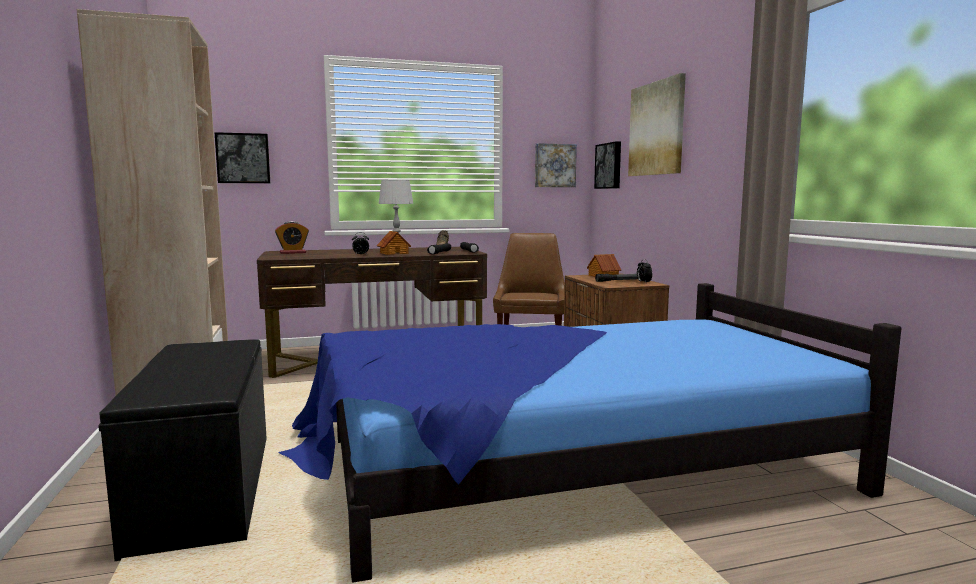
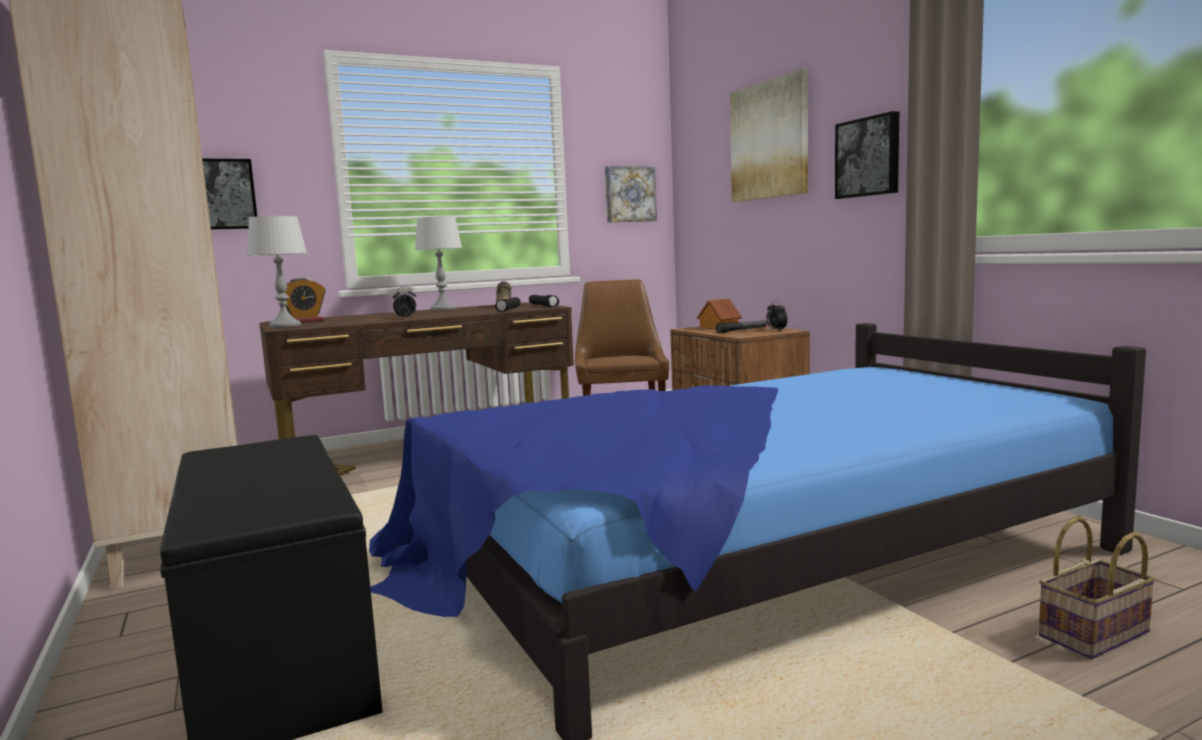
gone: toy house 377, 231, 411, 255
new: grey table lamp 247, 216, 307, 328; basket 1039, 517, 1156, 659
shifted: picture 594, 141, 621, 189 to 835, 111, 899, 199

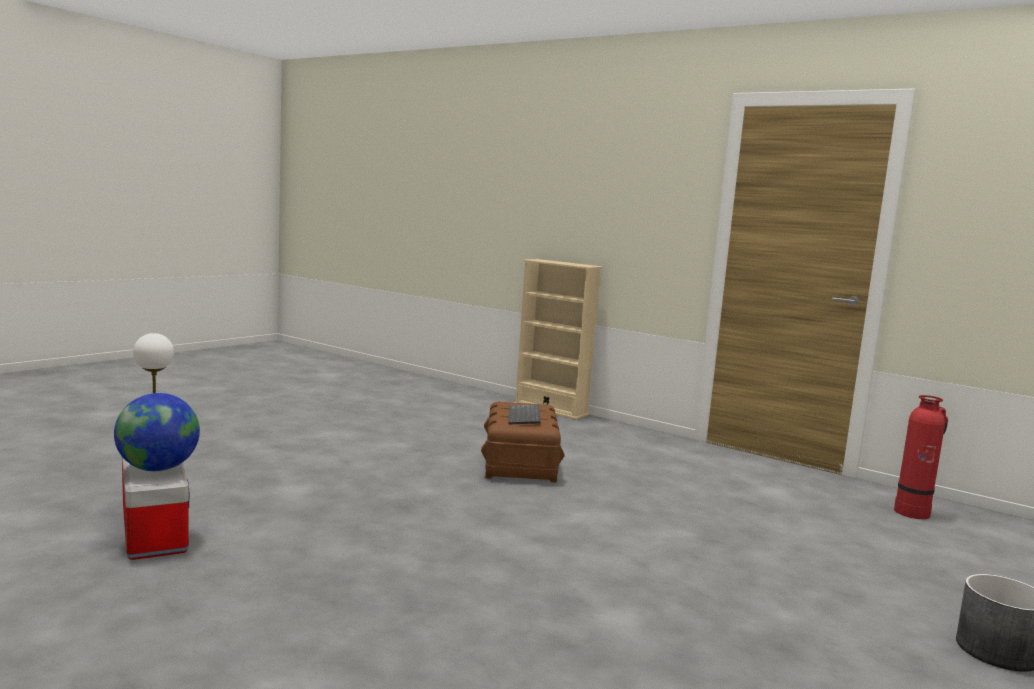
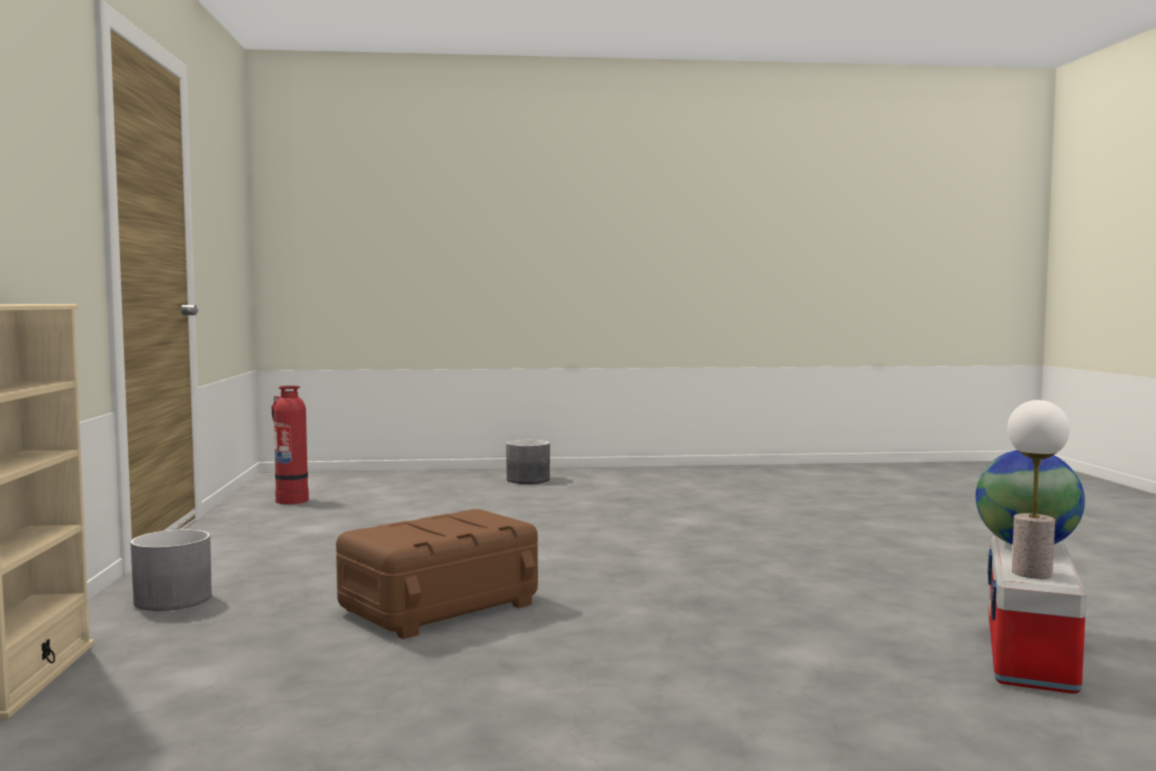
gone: keyboard 508, 404, 541, 425
new: grey planter 130, 529, 212, 611

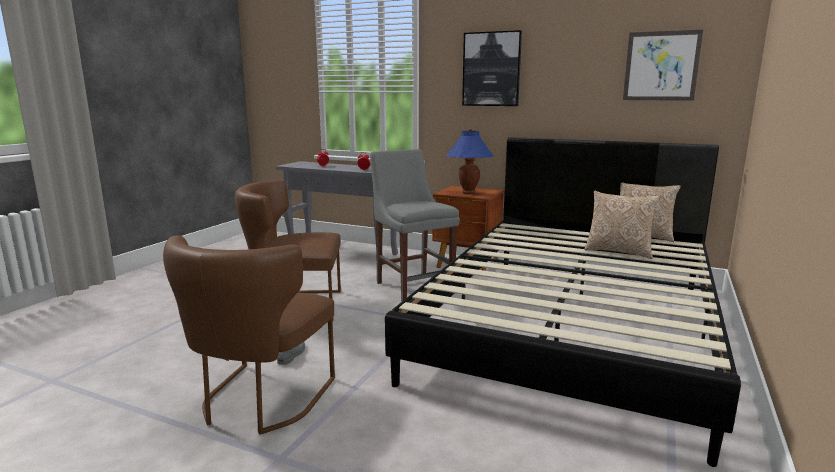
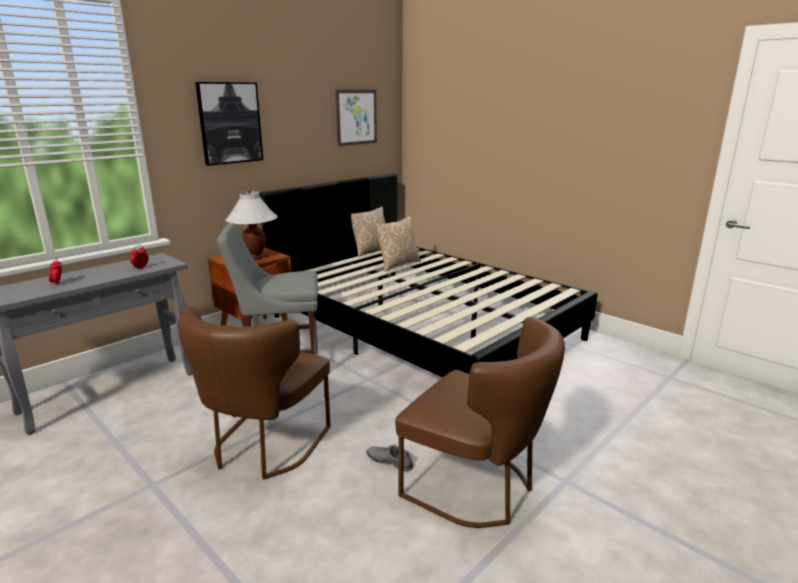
repainted: blue table lamp 446, 129, 494, 194 to white table lamp 225, 190, 278, 260

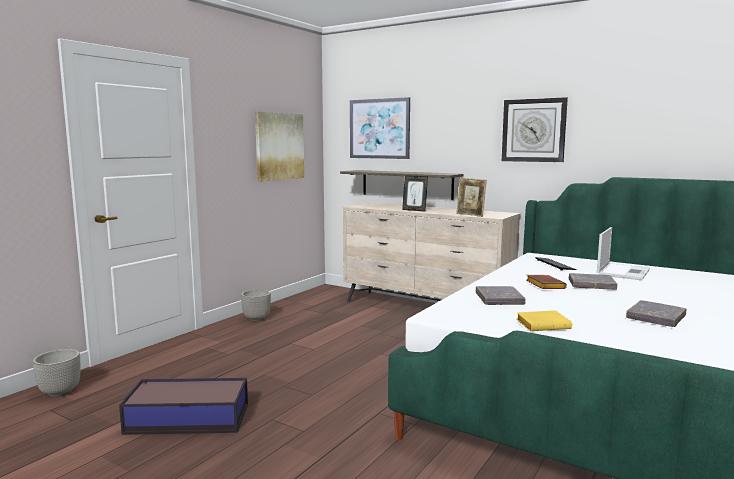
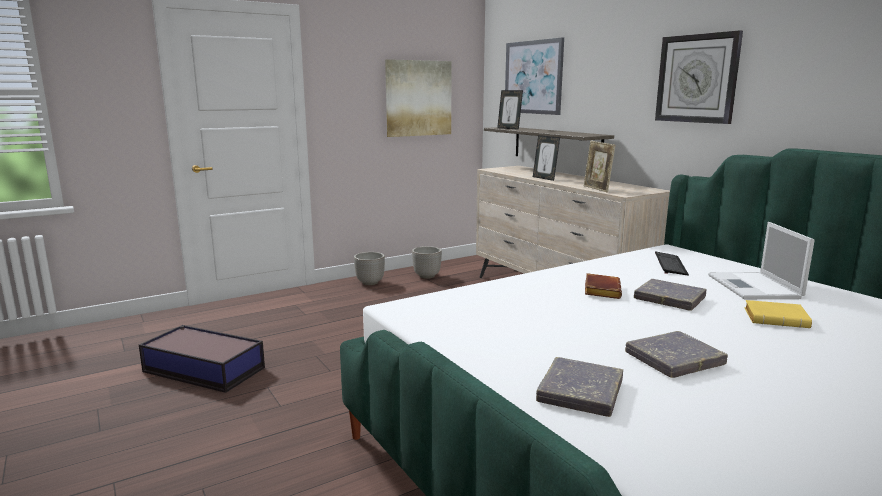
new: picture frame 497, 90, 523, 130
shifted: planter 33, 349, 80, 397 to 412, 246, 442, 279; grey book 476, 286, 525, 305 to 536, 357, 623, 417; yellow book 516, 310, 572, 331 to 744, 300, 812, 328
rotated: laptop 597, 227, 650, 280 = 708, 222, 815, 299 120 degrees clockwise

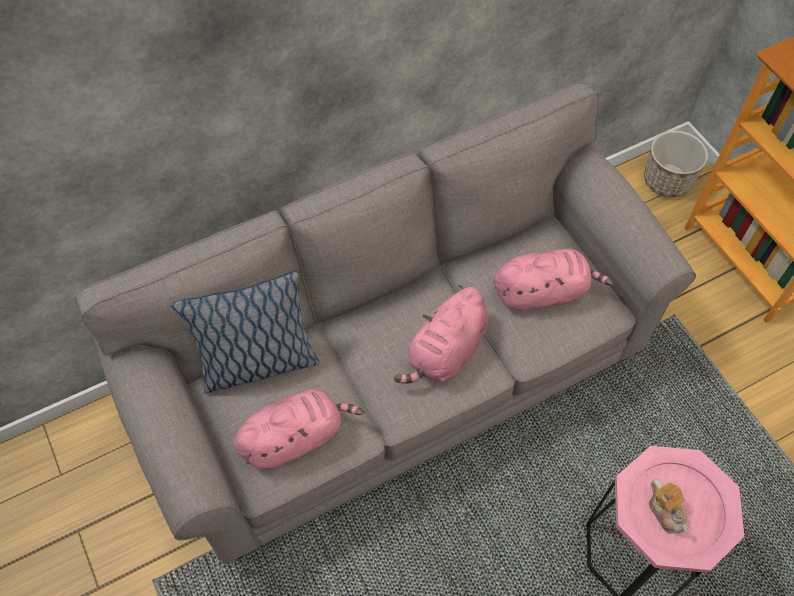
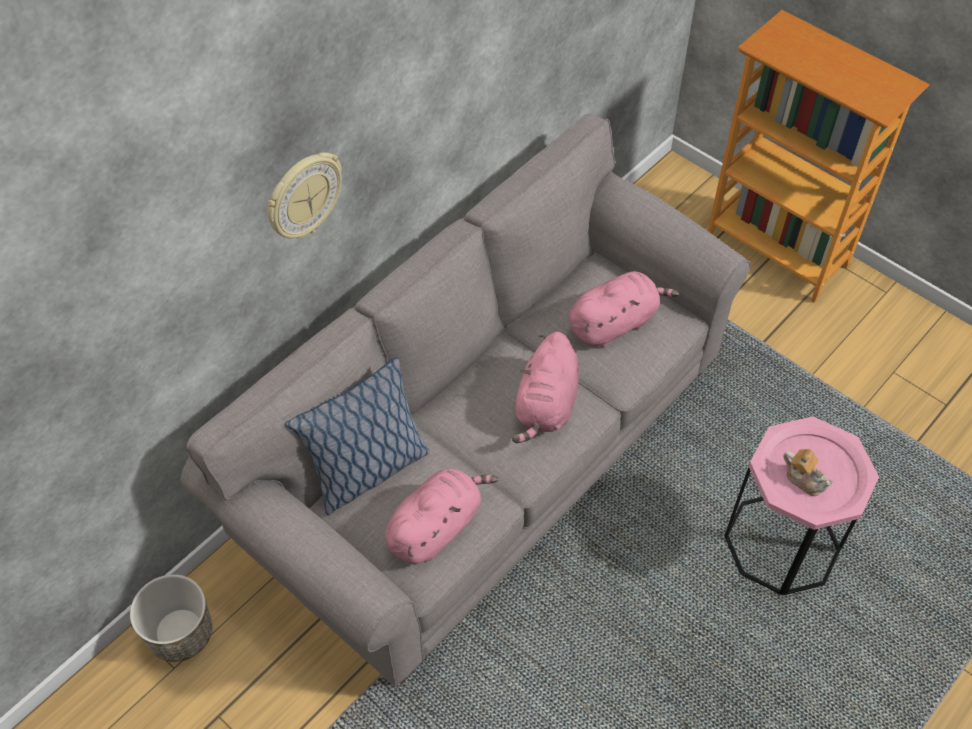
new: wall clock 267, 152, 342, 239
shifted: planter 644, 131, 708, 197 to 130, 574, 212, 662

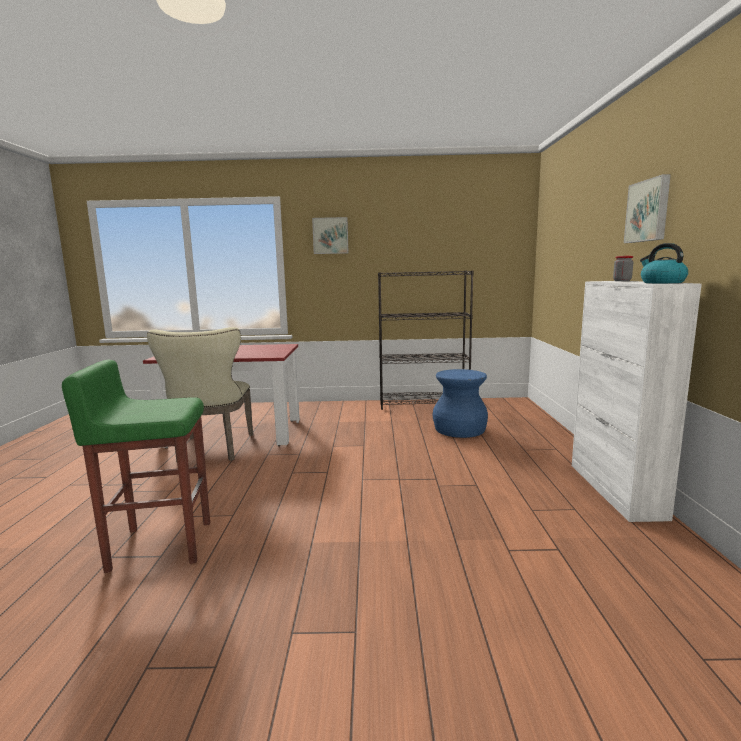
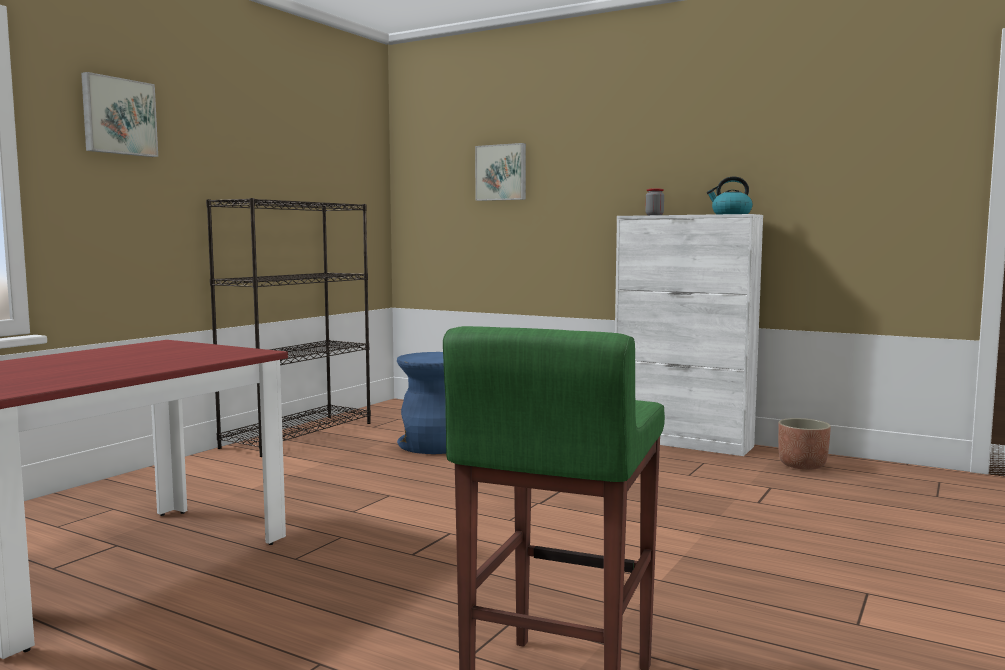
gone: beige chair 147, 327, 253, 463
new: planter 778, 418, 831, 470
shifted: picture 624, 174, 671, 243 to 475, 143, 526, 201

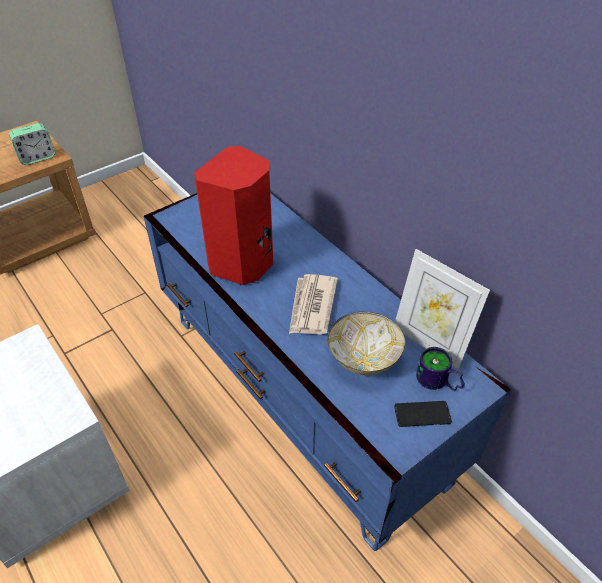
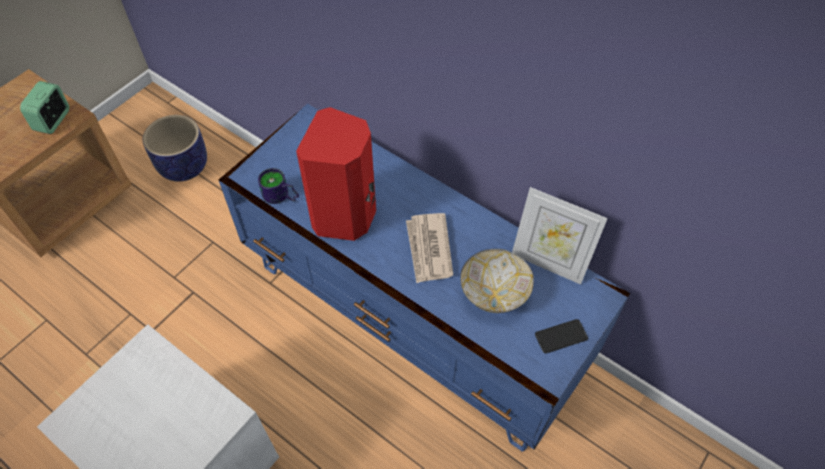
new: planter 143, 115, 207, 182
shifted: mug 416, 347, 465, 391 to 258, 168, 299, 204
rotated: alarm clock 9, 123, 55, 165 = 20, 81, 69, 134 150 degrees clockwise

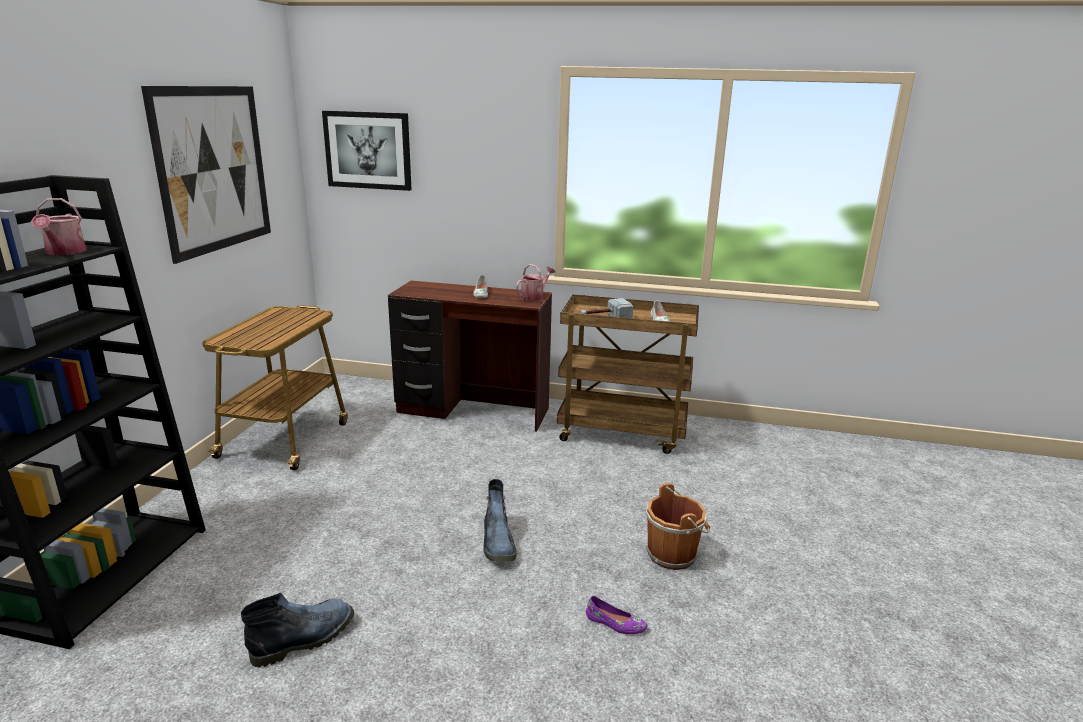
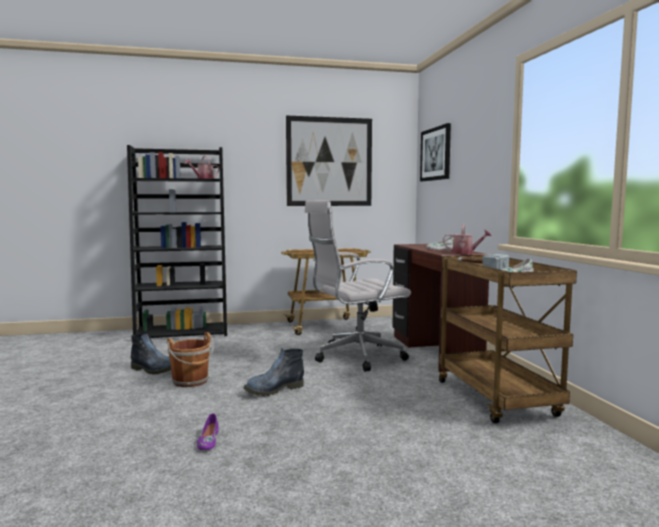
new: white office chair 305, 200, 411, 372
shifted: brown bucket 645, 483, 710, 570 to 167, 332, 214, 387

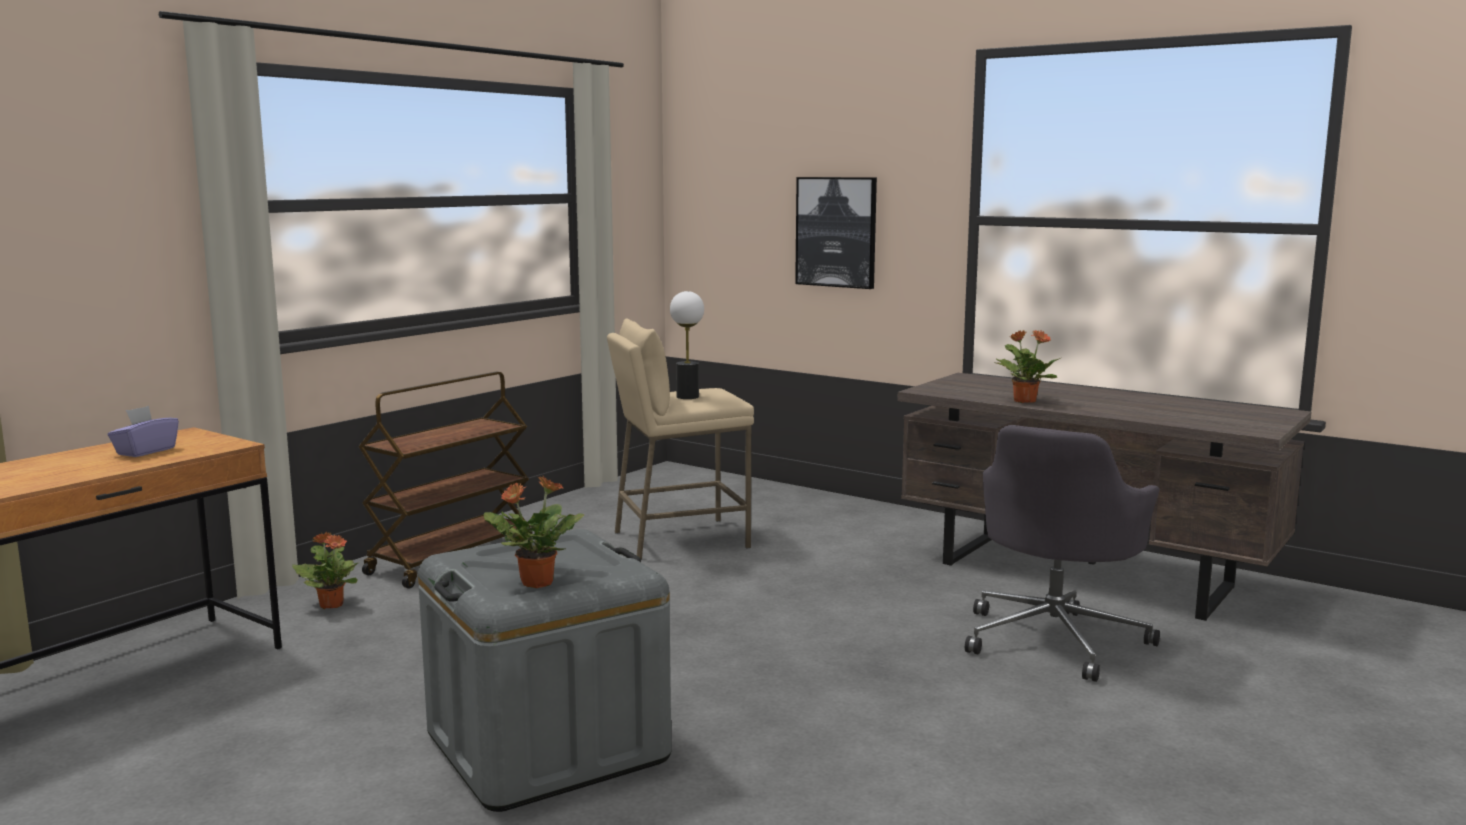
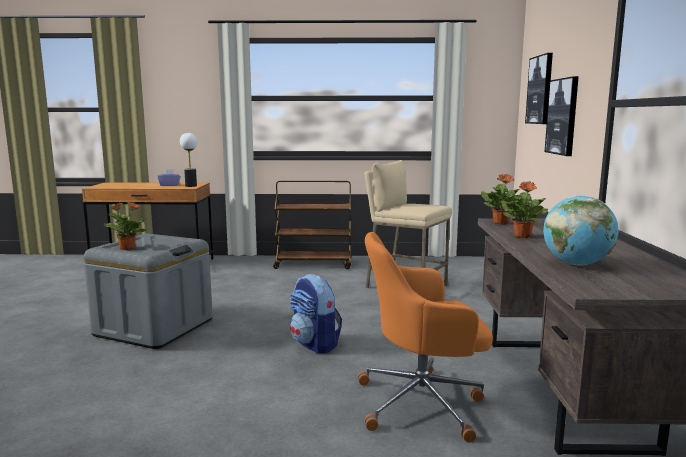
new: backpack 290, 274, 342, 354; picture 525, 53, 553, 124; globe 543, 196, 618, 265
shifted: table lamp 670, 291, 704, 399 to 180, 133, 197, 187; potted plant 292, 532, 360, 609 to 481, 174, 520, 225
repainted: grey office chair 965, 425, 1160, 682 to orange office chair 358, 232, 493, 442

